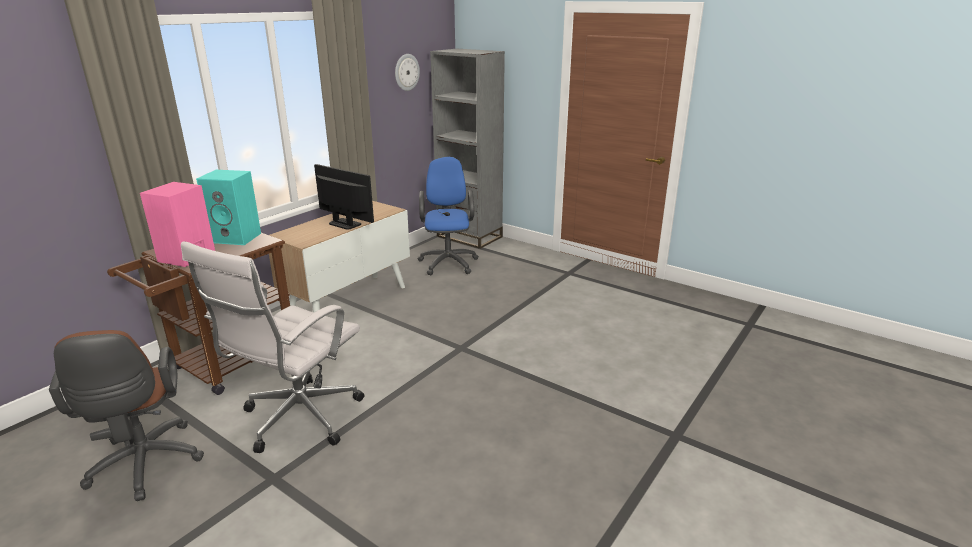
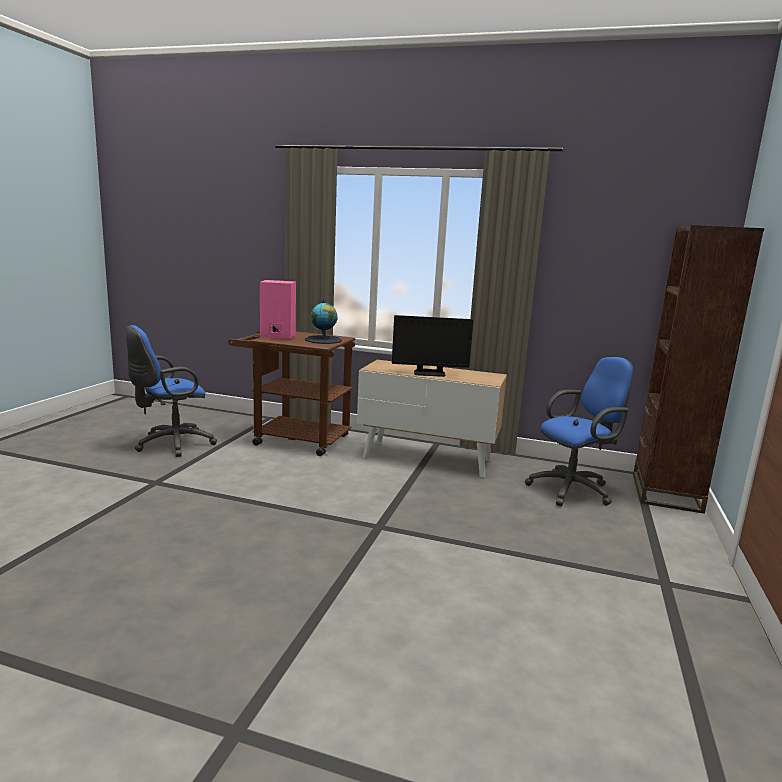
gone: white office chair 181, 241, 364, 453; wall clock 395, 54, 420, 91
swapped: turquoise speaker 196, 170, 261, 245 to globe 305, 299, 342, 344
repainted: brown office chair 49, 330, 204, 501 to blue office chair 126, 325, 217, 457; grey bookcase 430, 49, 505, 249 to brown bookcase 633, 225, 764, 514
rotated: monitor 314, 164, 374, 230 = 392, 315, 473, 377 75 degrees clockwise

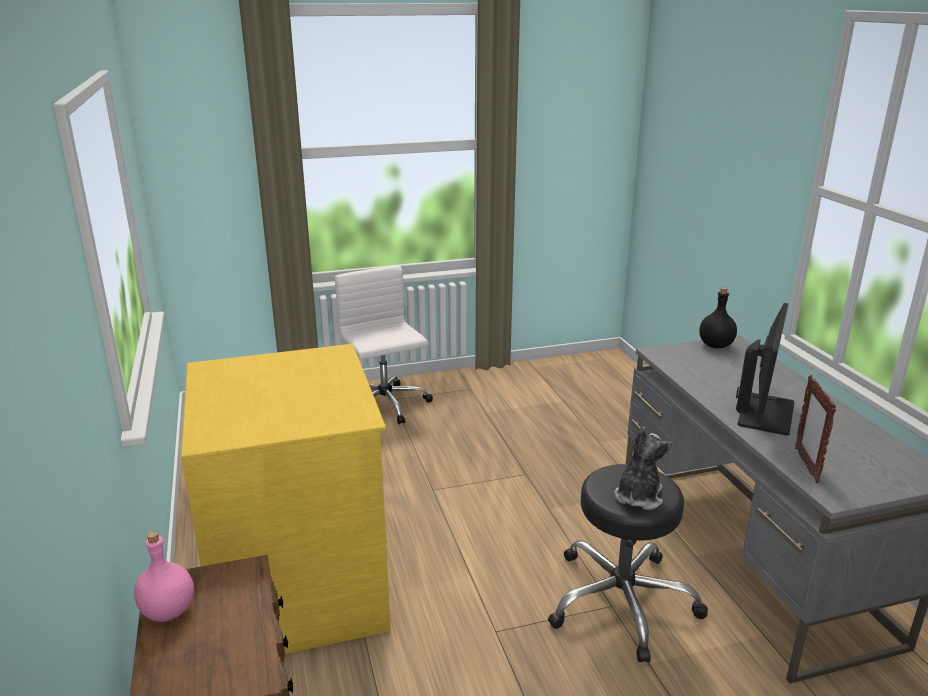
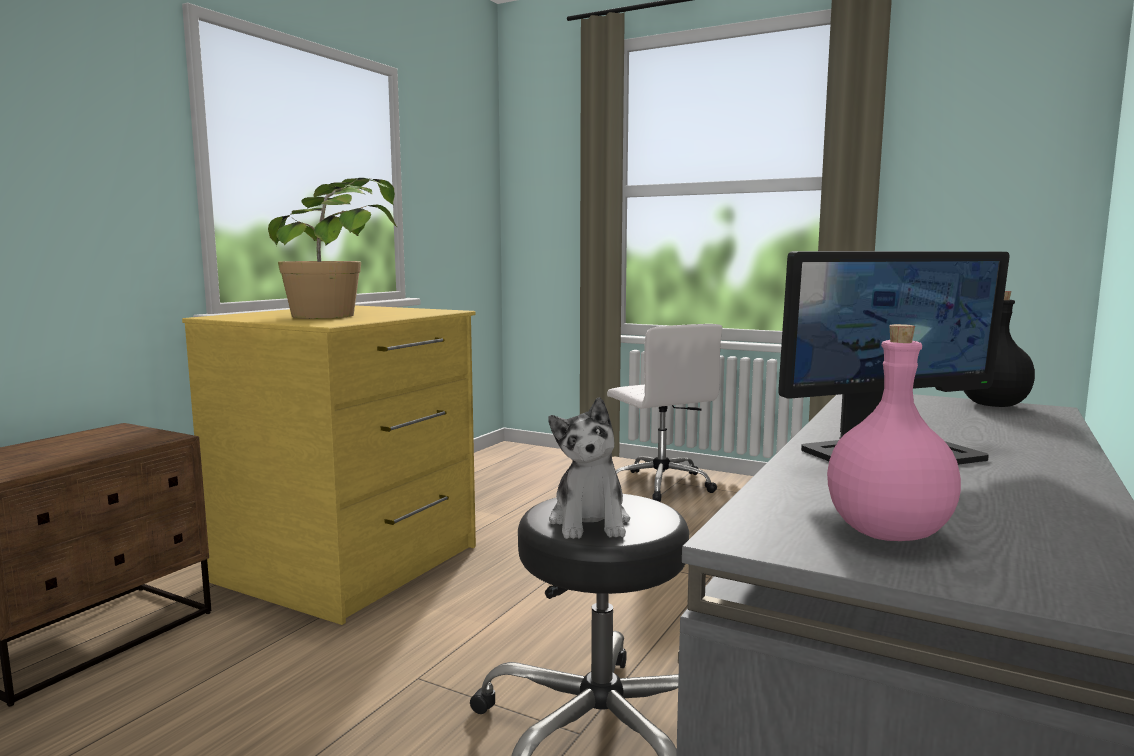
gone: picture frame 795, 375, 836, 483
new: potted plant 268, 178, 398, 319
shifted: pink bottle 134, 531, 194, 622 to 827, 324, 961, 541
rotated: plush toy 614, 426, 672, 510 = 549, 397, 630, 539 105 degrees clockwise; white office chair 335, 266, 433, 424 = 607, 324, 722, 502 135 degrees clockwise

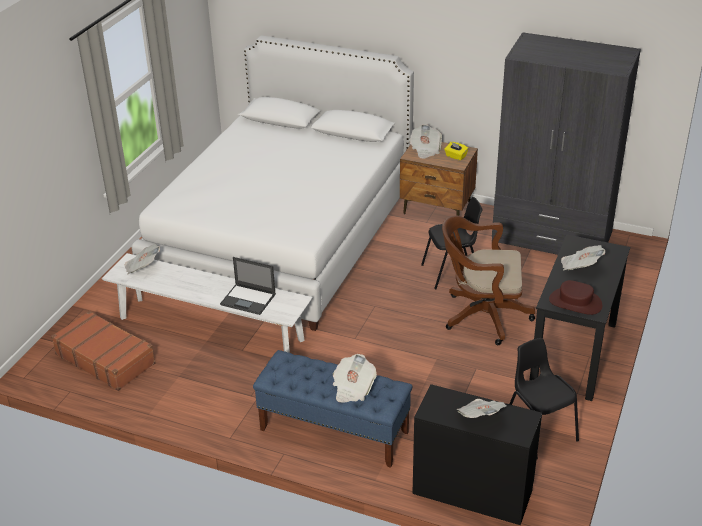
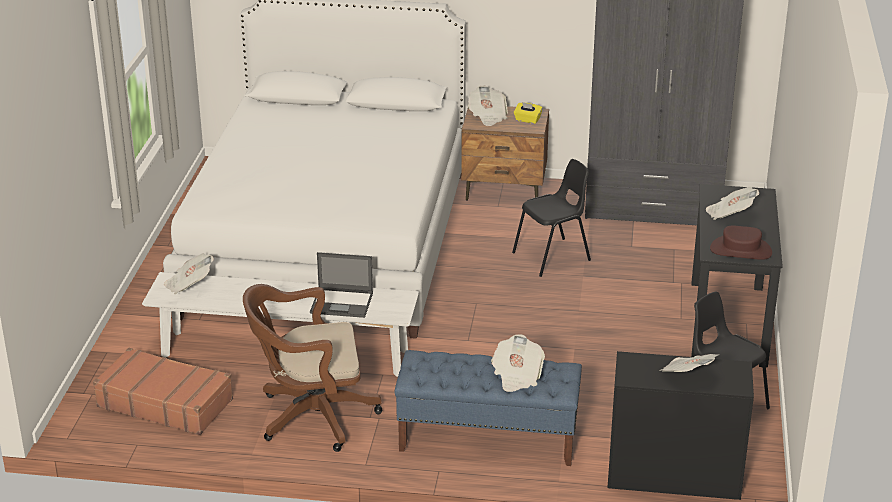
shifted: brown office chair 442, 216, 535, 345 to 243, 284, 382, 452

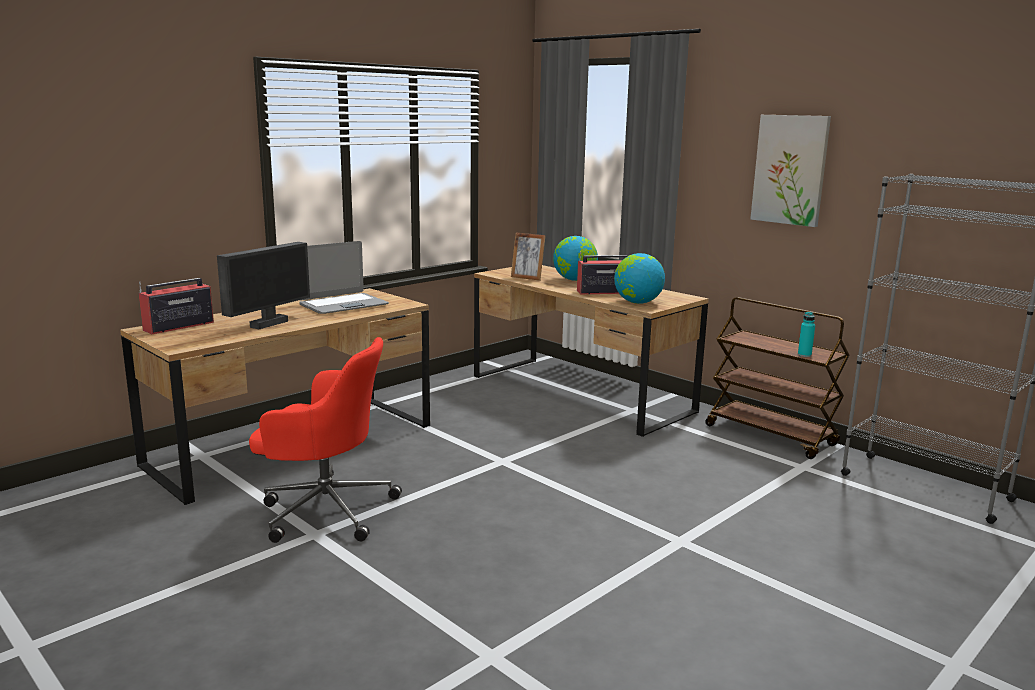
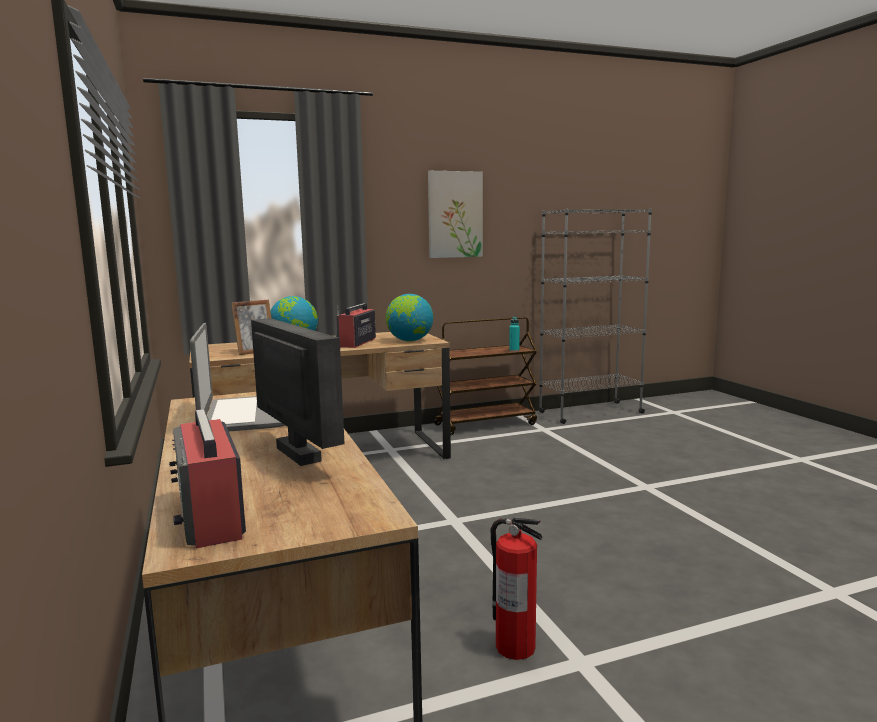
swapped: red office chair 249, 337, 402, 543 to fire extinguisher 490, 517, 542, 660

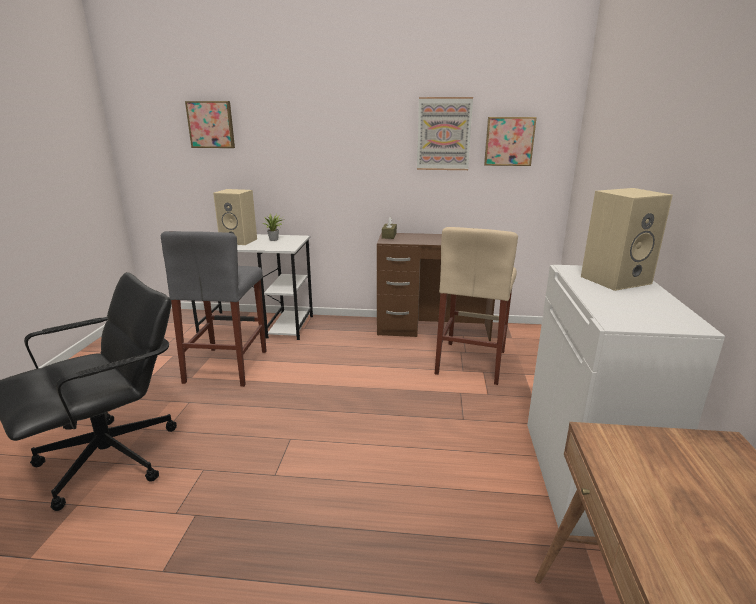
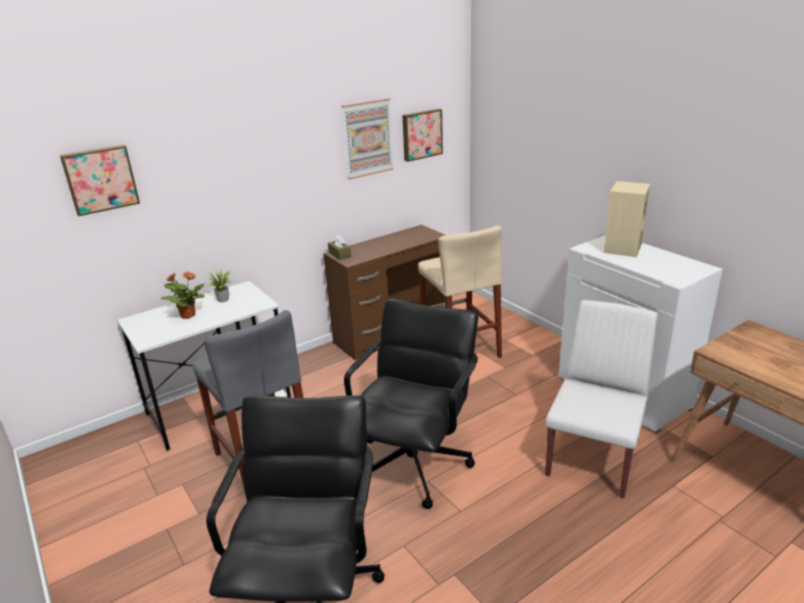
new: black office chair 344, 299, 478, 509; white chair 545, 300, 658, 498
swapped: beige speaker 213, 189, 257, 245 to potted plant 161, 271, 205, 319

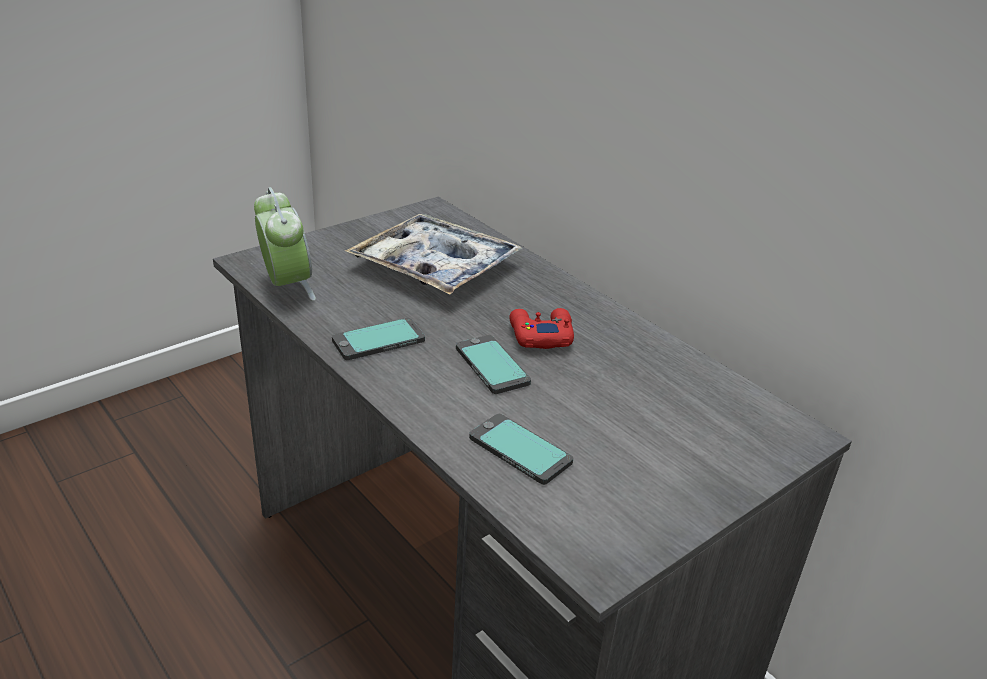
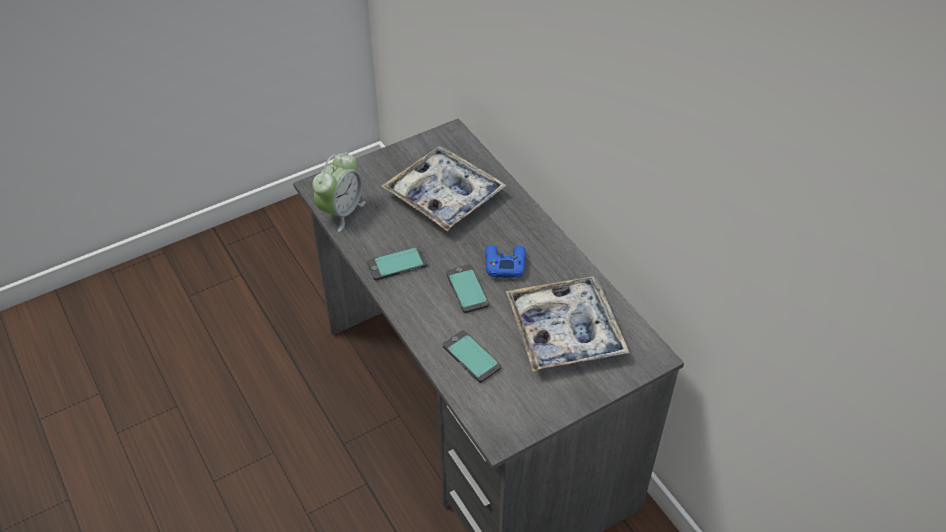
new: tray 506, 276, 629, 371
repainted: red game controller 509, 308, 574, 349 to blue game controller 485, 245, 526, 278
rotated: alarm clock 254, 187, 316, 301 = 312, 152, 366, 232 45 degrees clockwise

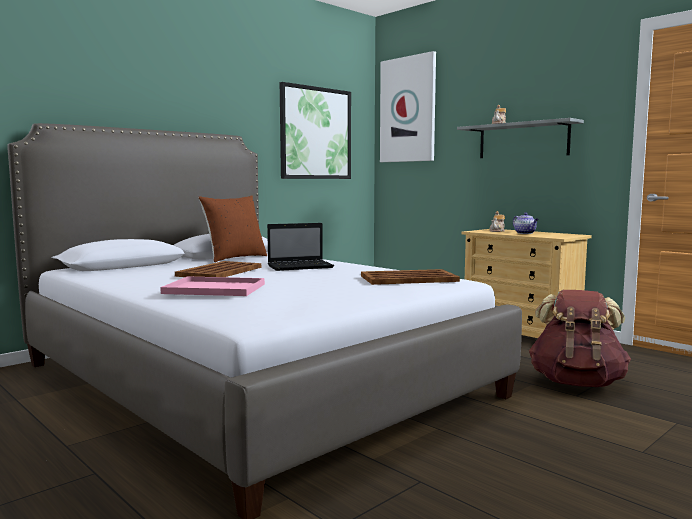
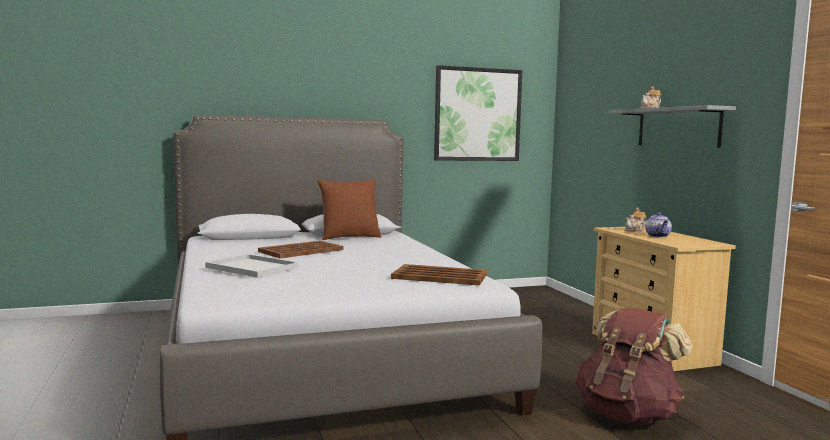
gone: laptop 267, 223, 334, 271; picture 380, 51, 436, 162
repainted: pink tray 160, 276, 265, 296 to white tray 205, 254, 299, 278

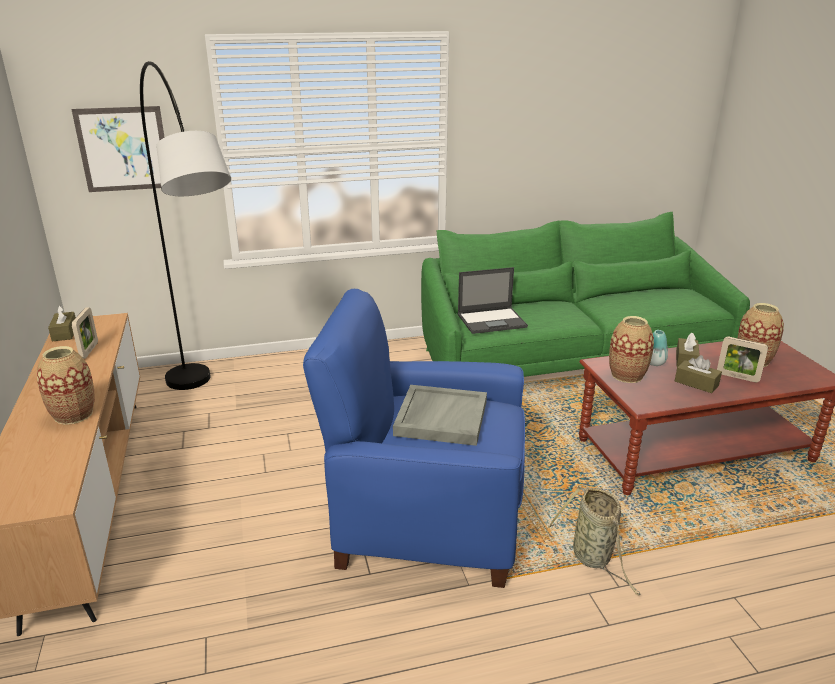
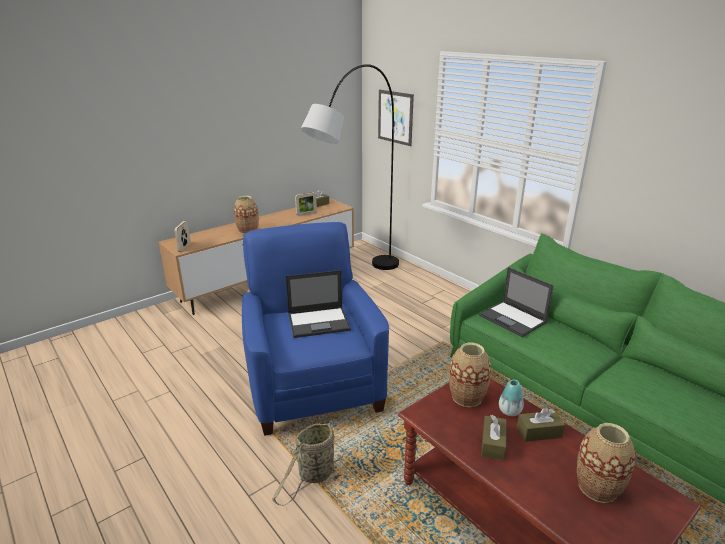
shifted: picture frame 717, 336, 768, 382 to 174, 221, 191, 252
swapped: grey tray 393, 385, 487, 446 to laptop 286, 270, 351, 338

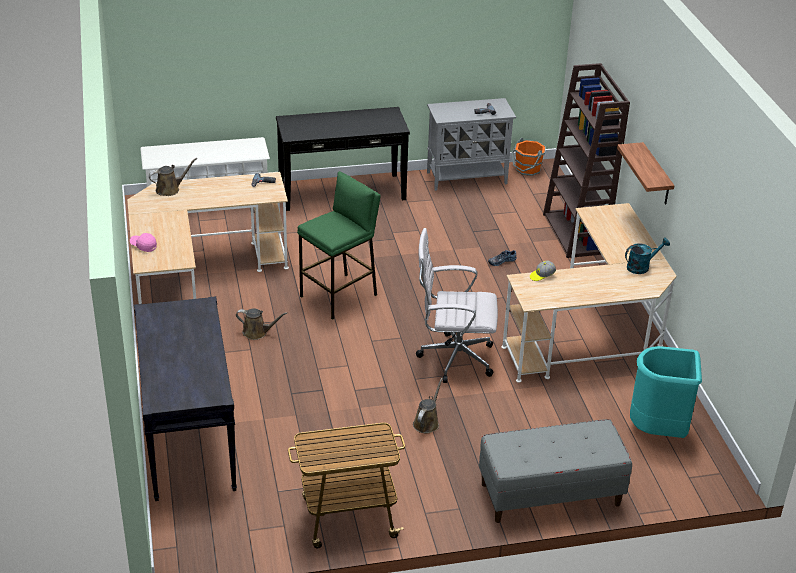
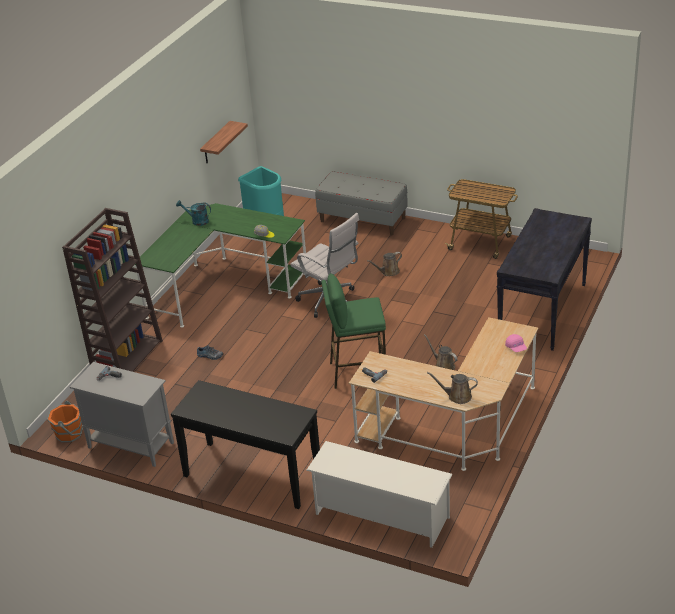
shifted: shelf 617, 142, 674, 205 to 200, 121, 248, 163
repainted: beige desk 501, 203, 677, 383 to green desk 135, 203, 306, 328

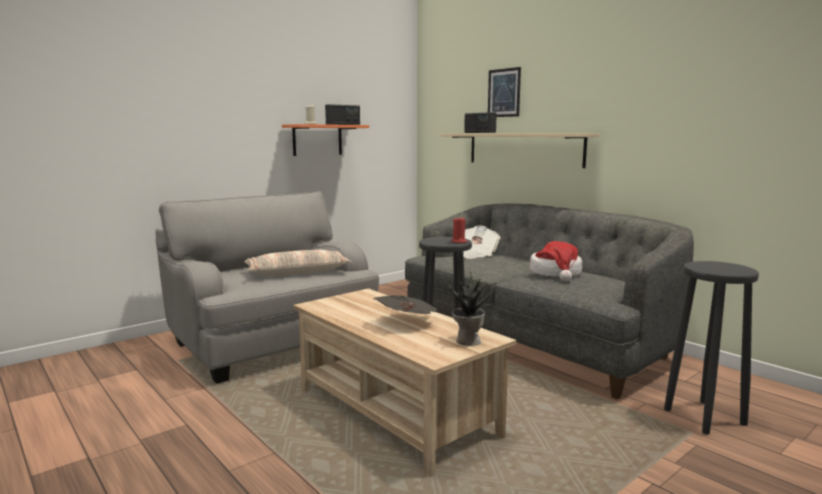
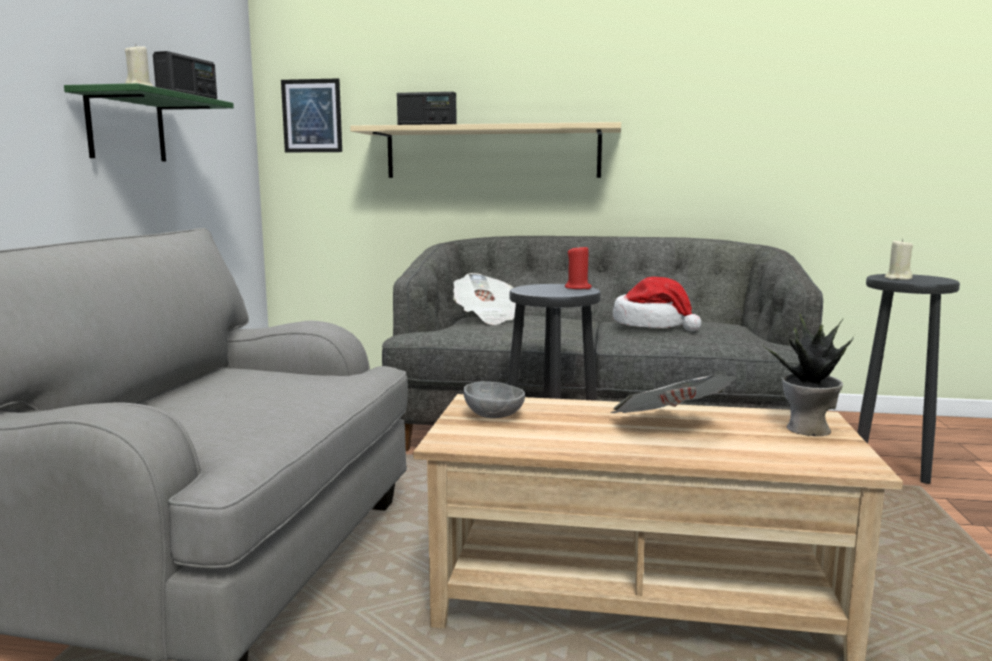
gone: pillow 245, 250, 352, 276
new: grey bowl 464, 381, 525, 418; beige candle 884, 239, 913, 280
shifted: picture 488, 67, 521, 117 to 281, 78, 342, 152
repainted: orange shelf 282, 124, 369, 156 to green shelf 64, 83, 234, 161

